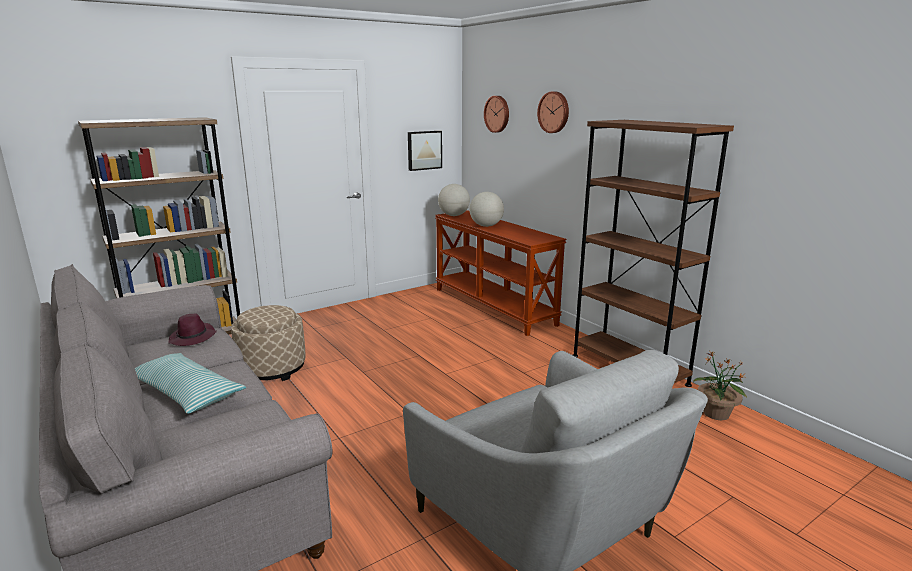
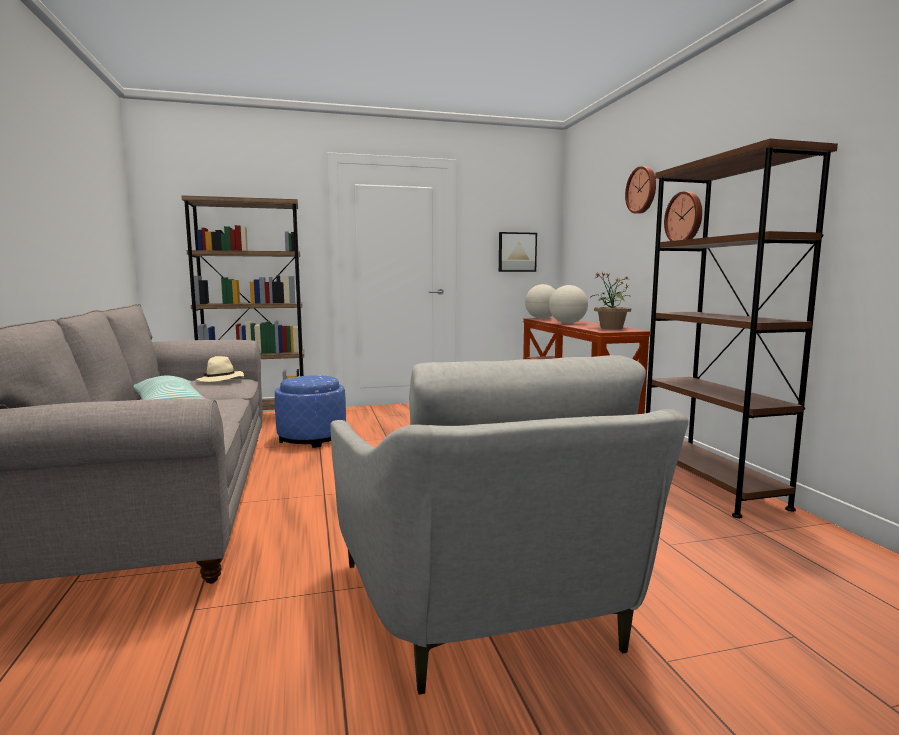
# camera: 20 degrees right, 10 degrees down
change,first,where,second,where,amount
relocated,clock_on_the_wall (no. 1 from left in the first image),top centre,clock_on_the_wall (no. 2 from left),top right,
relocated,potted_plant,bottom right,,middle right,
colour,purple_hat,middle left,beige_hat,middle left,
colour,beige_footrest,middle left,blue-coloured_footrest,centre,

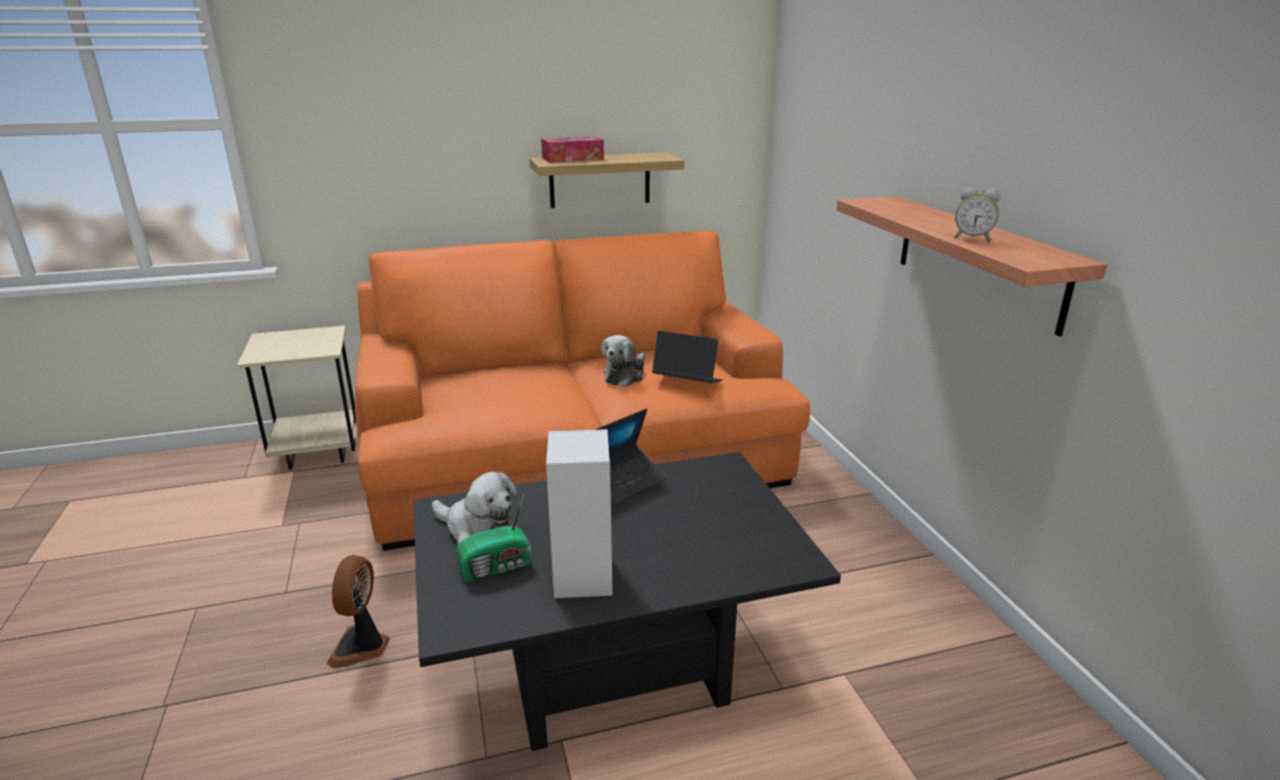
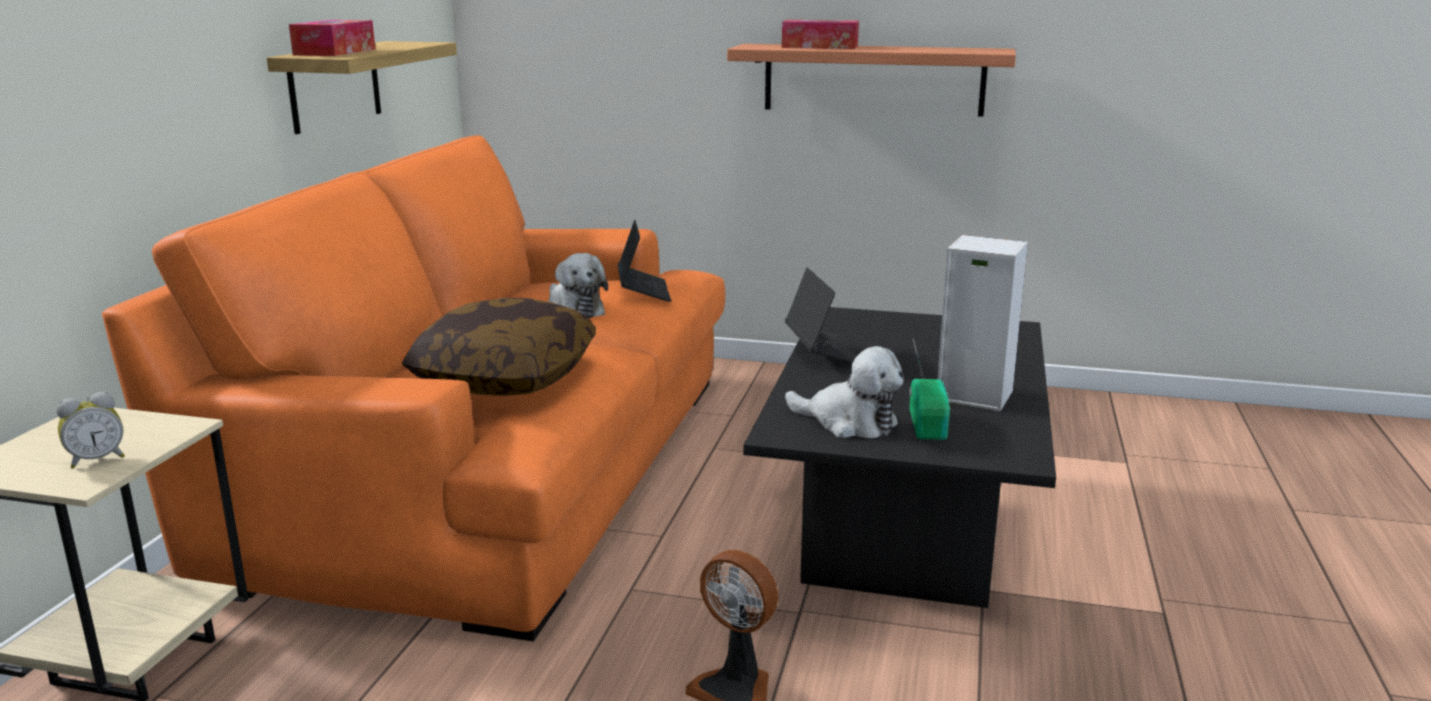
# camera: 60 degrees left, 5 degrees down
change,first,where,second,where,amount
appeared,,,throw_pillow,centre,
appeared,,,box_of_tissues (no. 2 from left),top centre,
relocated,bedside_clock,top right,,middle left,
spun,cuddly_toy (no. 1 from left in the first image),centre,cuddly_toy (no. 2 from left),centre,60 degrees clockwise
spun,portable_computer (no. 2 from left in the first image),centre,portable_computer (no. 1 from left),centre,120 degrees clockwise

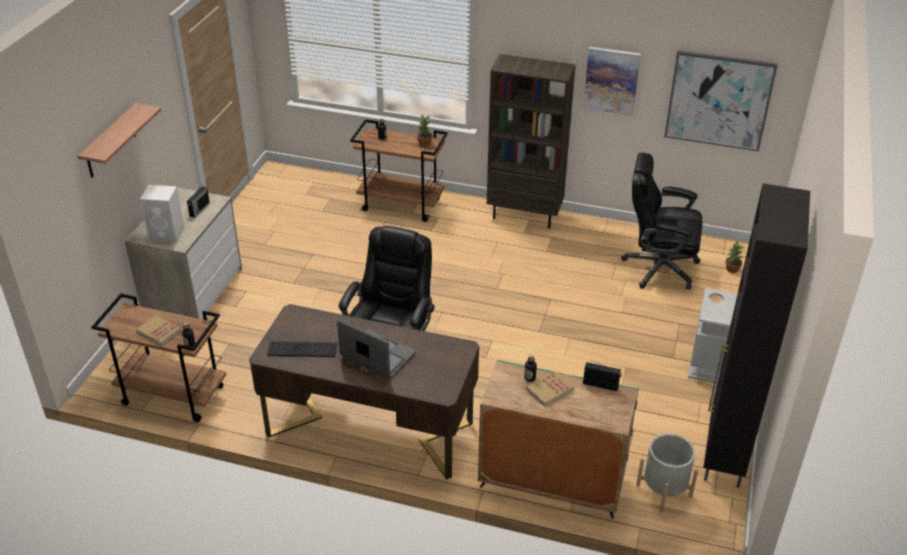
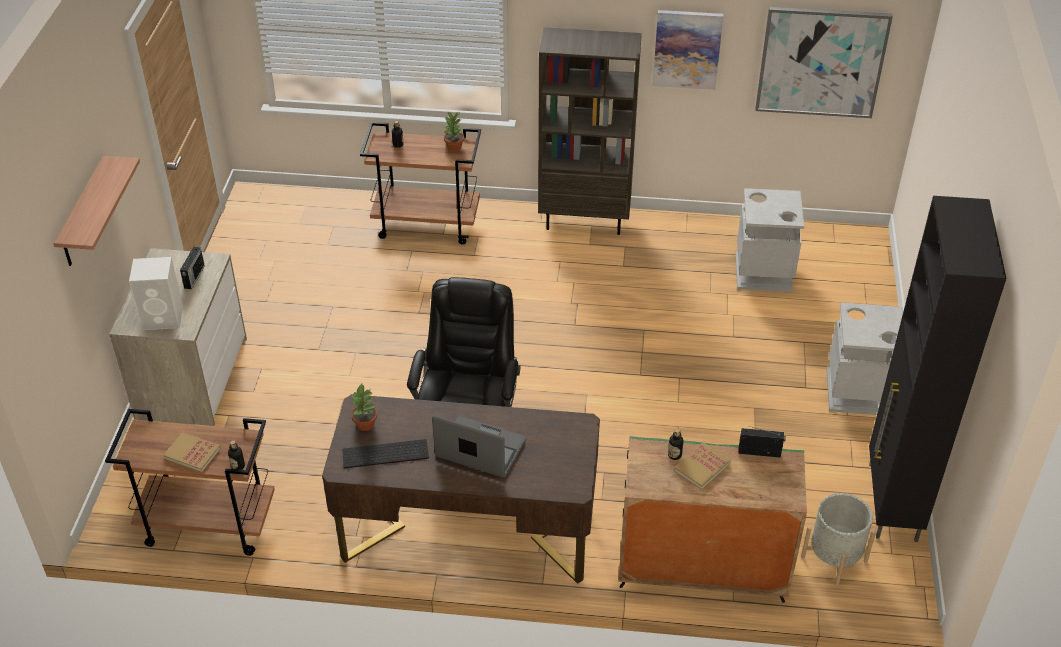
# camera: 10 degrees left, 5 degrees up
change,first,where,second,where,amount
relocated,potted_plant (no. 2 from left in the first image),middle right,potted_plant (no. 1 from left),centre,
exchanged,black-coloured_desk_chair (no. 2 from left),middle right,greyish_trash_can (no. 1 from left),middle right,

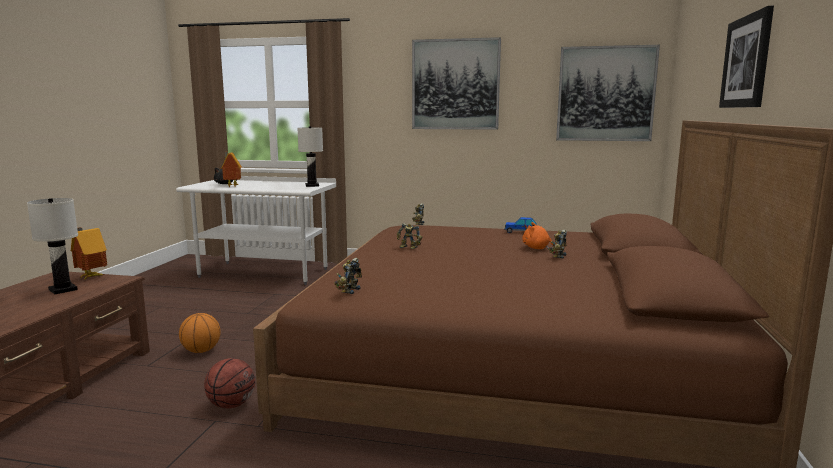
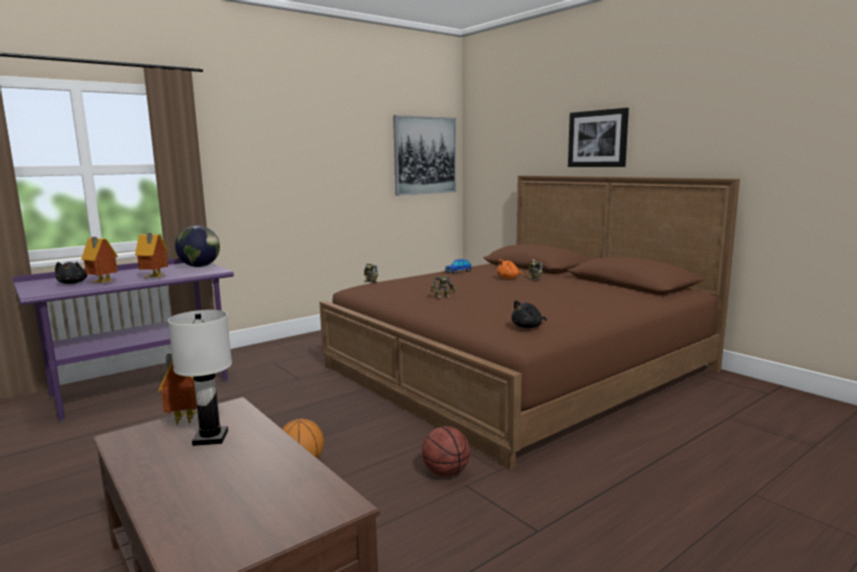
# camera: 50 degrees left, 0 degrees up
change,first,where,second,where,amount
missing,wall_art (no. 1 from left),top centre,,,
appeared,,,model_house (no. 2 from left),middle left,
exchanged,whitish_table_lamp (no. 2 from left),centre,globe,middle left,
exchanged,toy_robot (no. 1 from left),centre,black-coloured_cuddly_toy (no. 2 from left),centre,
colour,whitish_desk_unit,middle left,purple_desk_unit,middle left,

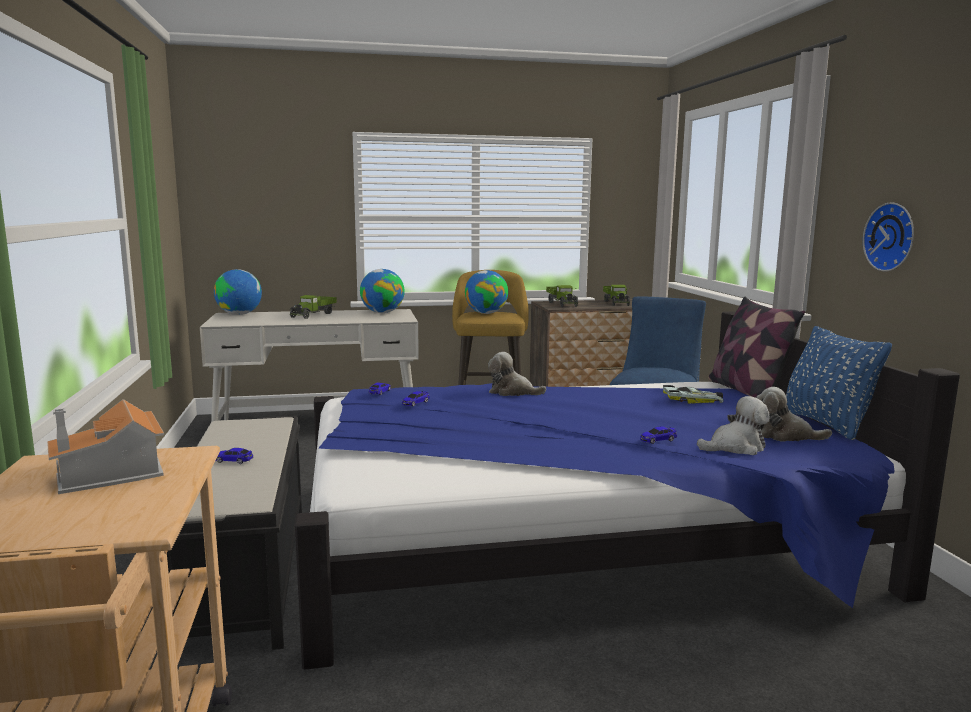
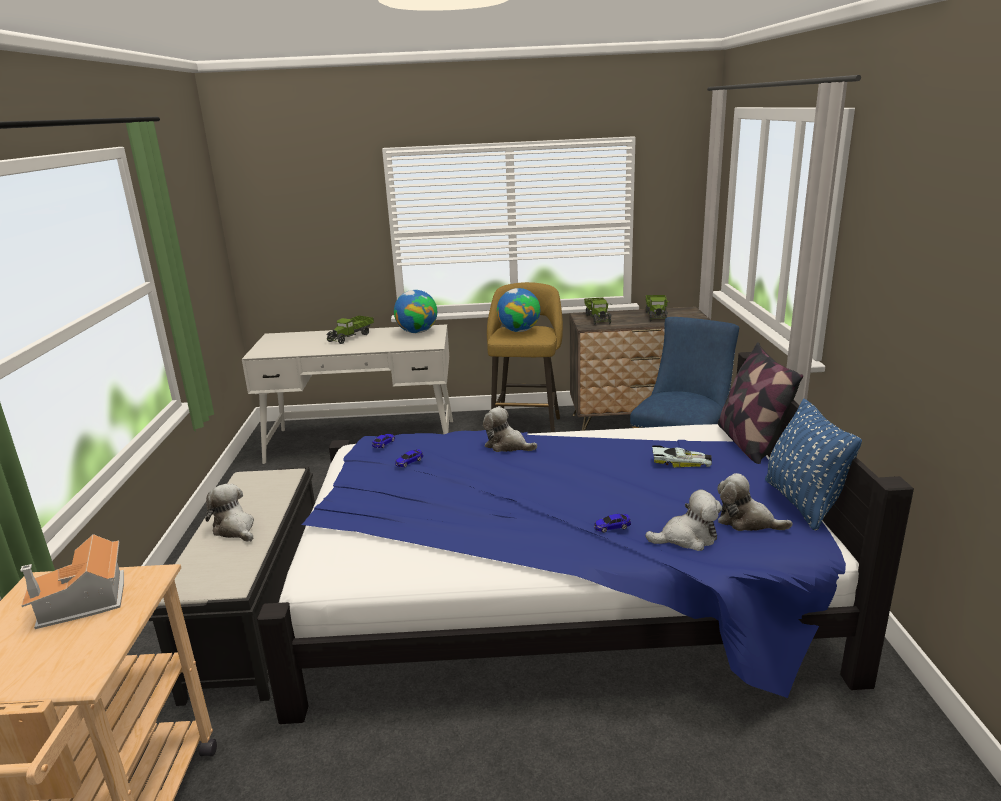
# camera: 10 degrees right, 10 degrees up
change,first,where,second,where,amount
missing,globe (no. 1 from left),middle left,,,
missing,clock_on_the_wall,top right,,,
exchanged,toy_car (no. 1 from left),middle left,cuddly_toy (no. 1 from left),middle left,

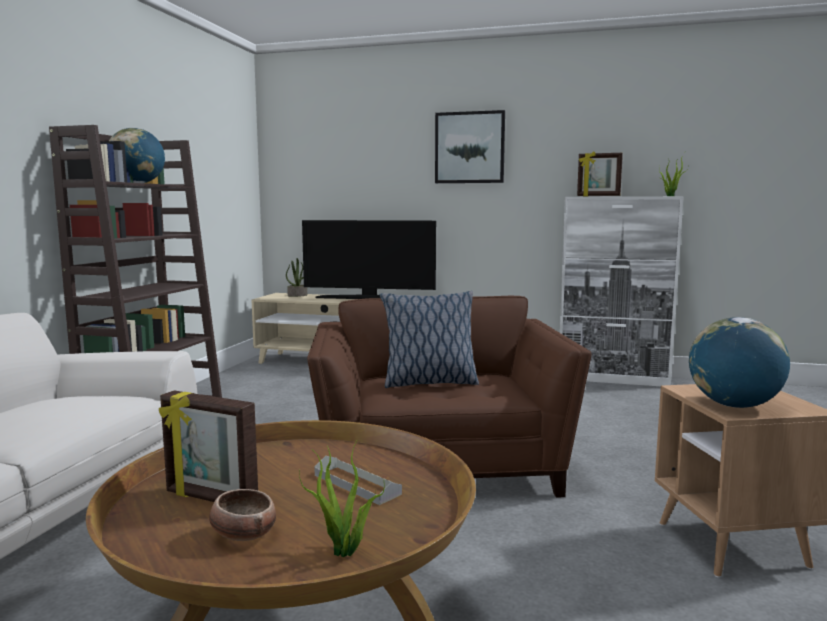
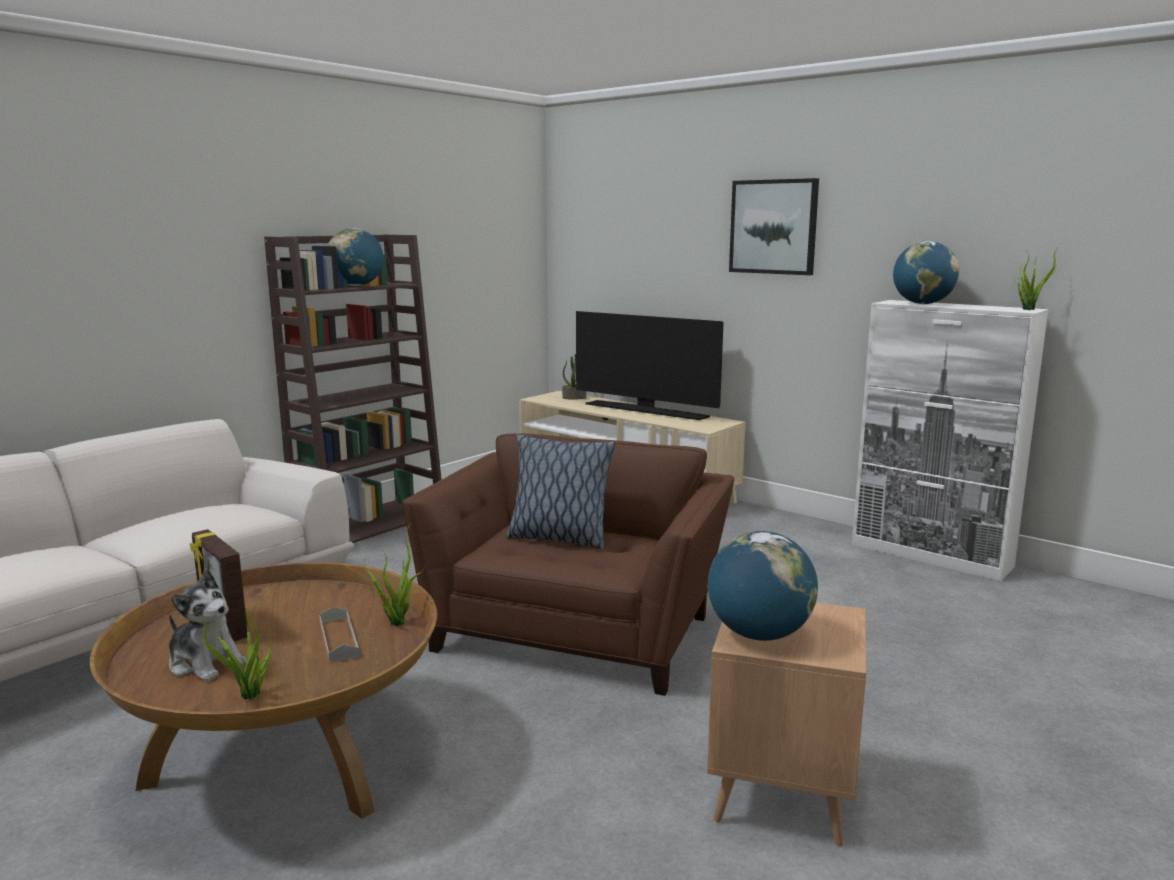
# camera: 25 degrees right, 5 degrees up
change,first,where,second,where,amount
appeared,,,potted_plant (no. 2 from left),centre,
exchanged,bowl,bottom left,cuddly_toy,bottom left,
exchanged,standing_frame (no. 2 from left),top right,globe (no. 3 from left),top right,

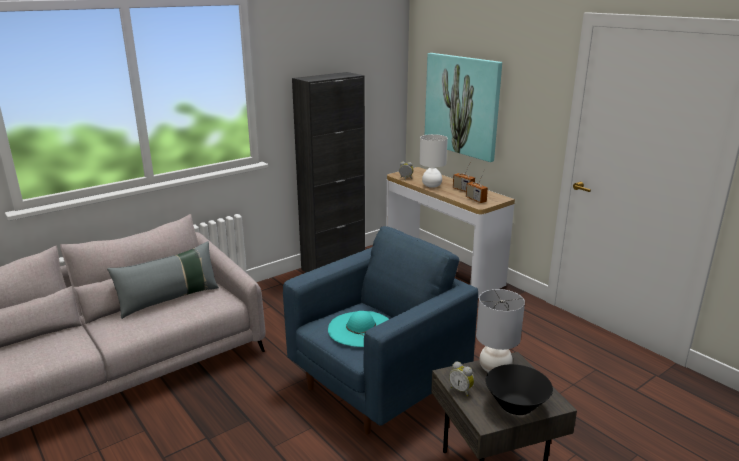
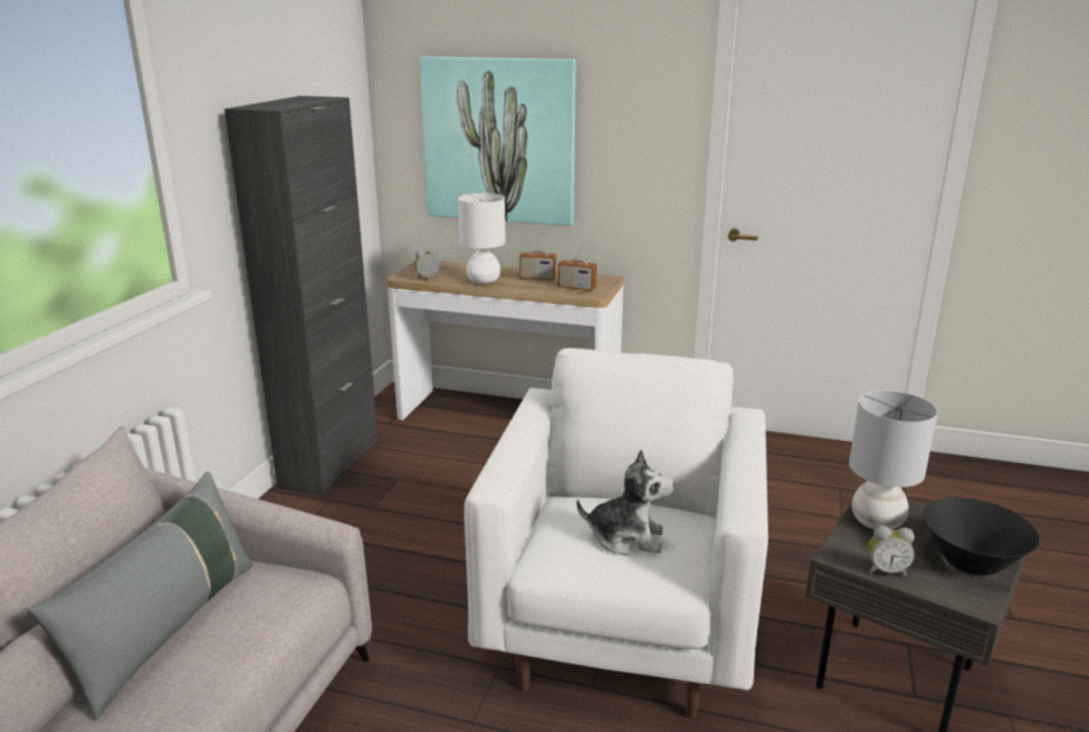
# camera: 35 degrees left, 0 degrees up
change,first,where,second,where,amount
exchanged,turquoise_hat,bottom centre,cuddly_toy,bottom centre,
colour,blue-coloured_armchair,bottom centre,whitish_armchair,bottom centre,

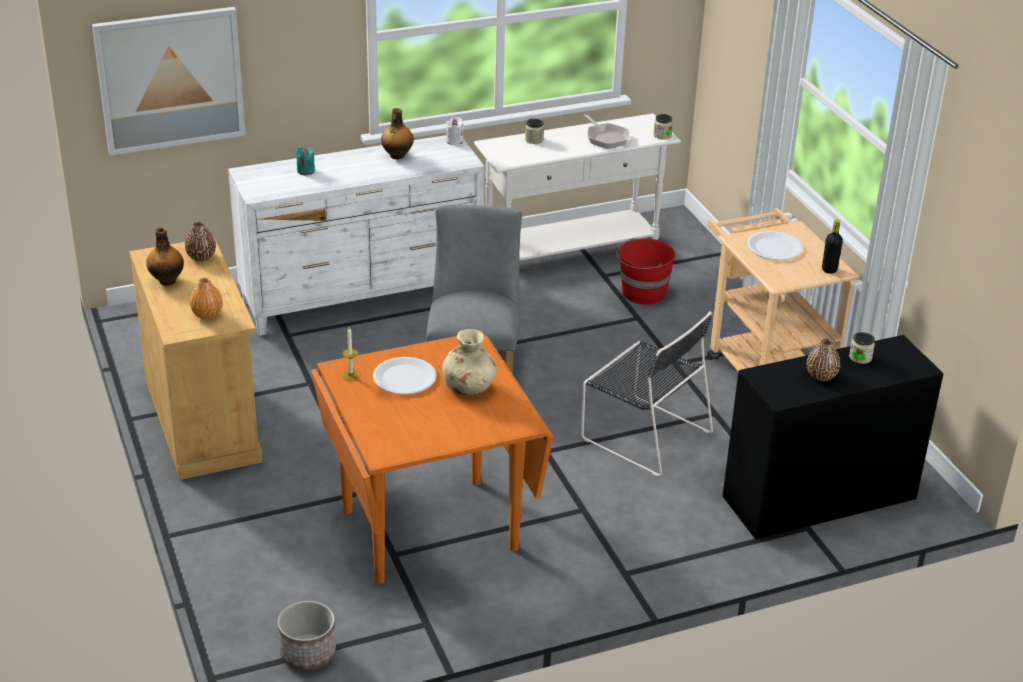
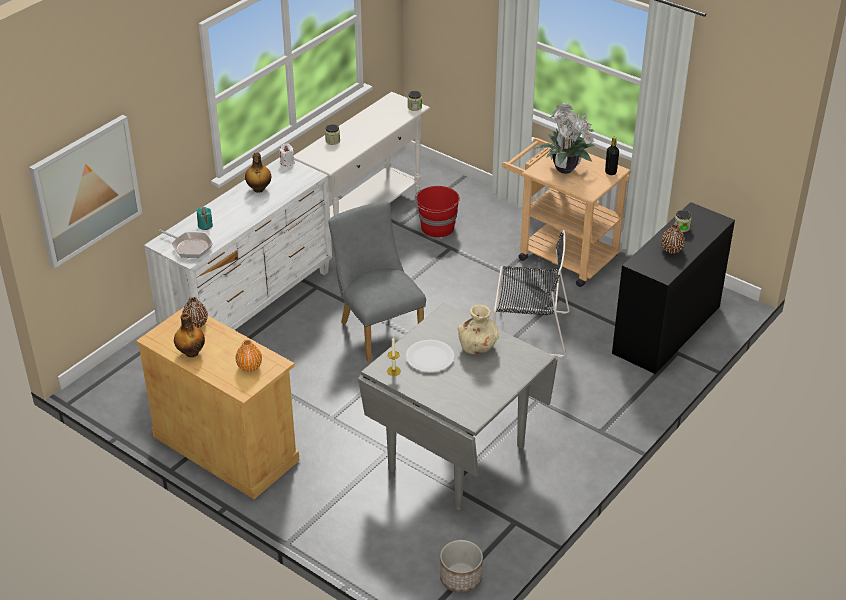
# camera: 30 degrees left, 5 degrees up
change,first,where,second,where,amount
relocated,skillet,top centre,,middle left,
exchanged,whitish_dinner_plate (no. 2 from left),middle right,potted_plant,top right,
colour,orangey_dinner_table,bottom centre,greyish_dinner_table,bottom centre,

